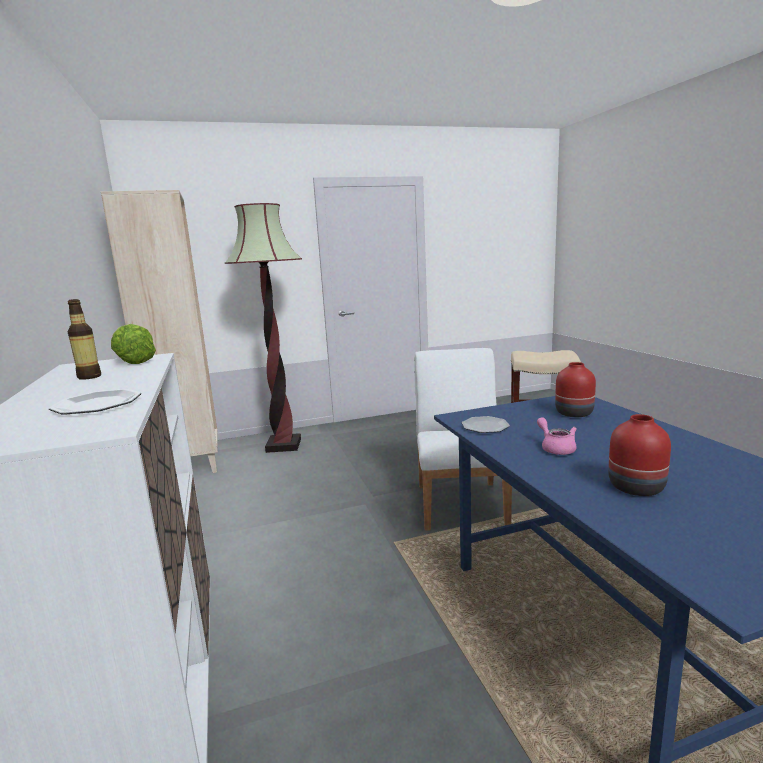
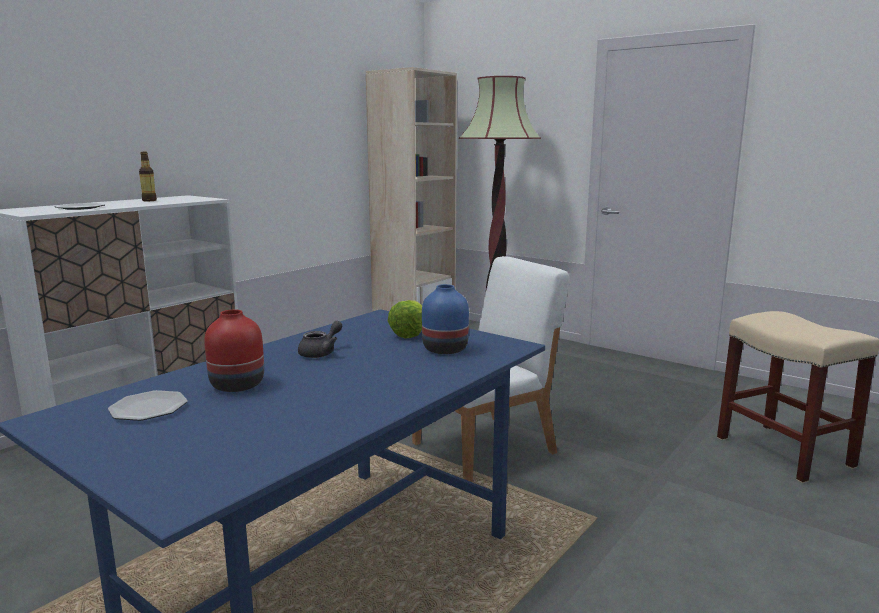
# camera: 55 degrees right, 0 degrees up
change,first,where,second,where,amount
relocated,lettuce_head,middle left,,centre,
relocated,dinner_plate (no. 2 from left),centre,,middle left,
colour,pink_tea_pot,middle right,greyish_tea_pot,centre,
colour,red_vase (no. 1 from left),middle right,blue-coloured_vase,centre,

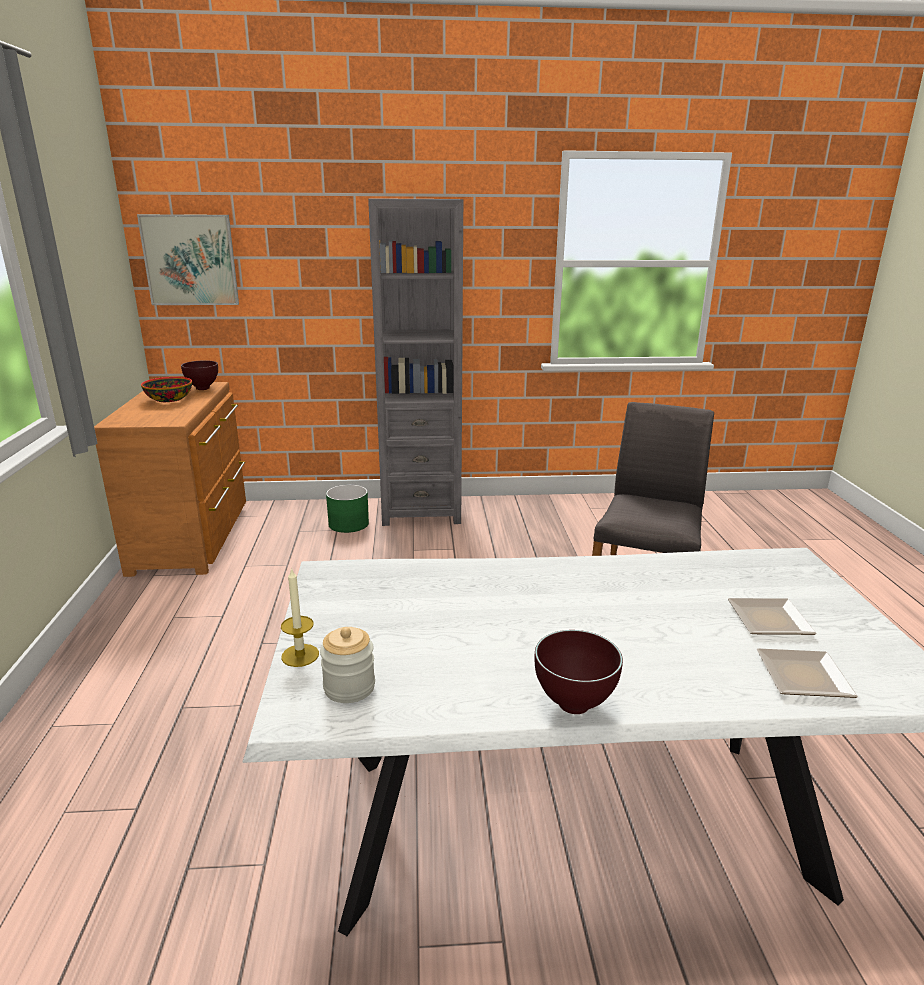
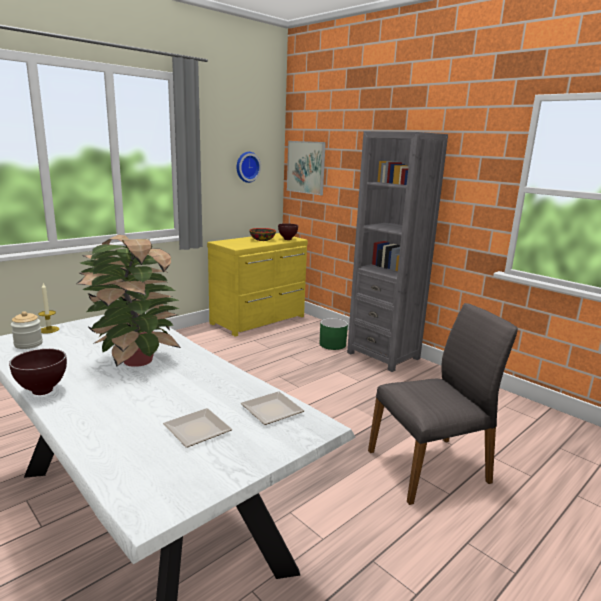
# camera: 50 degrees right, 5 degrees down
change,first,where,second,where,amount
appeared,,,potted_plant,middle left,
appeared,,,clock_on_the_wall,top centre,
relocated,dinner_plate (no. 2 from left),bottom right,,bottom centre,
colour,brown_chest_of_drawers,middle left,yellow-coloured_chest_of_drawers,centre,

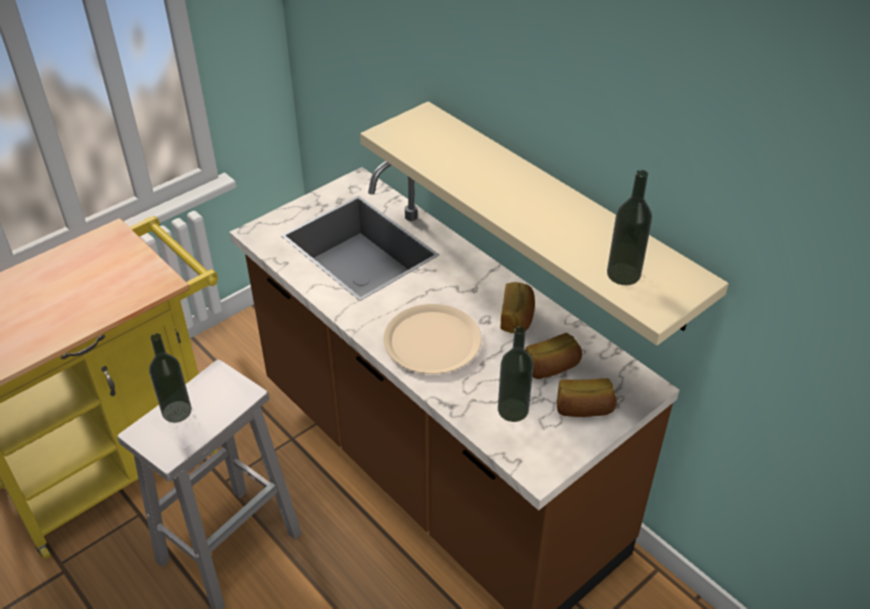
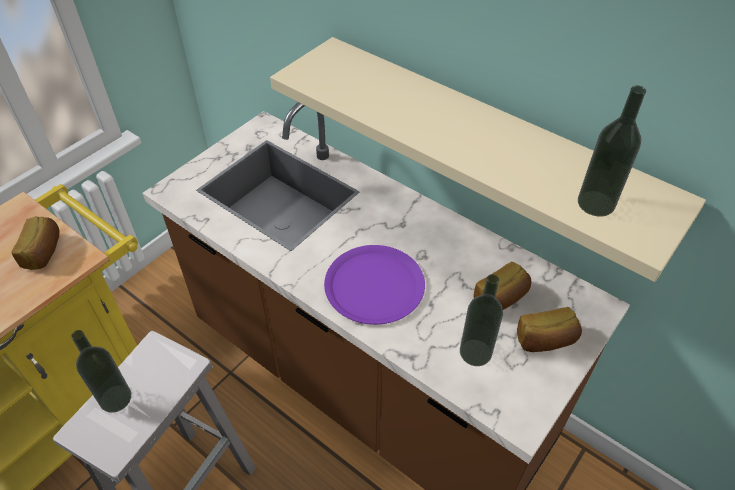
# camera: 10 degrees left, 5 degrees up
change,first,where,second,where,amount
relocated,baked_bread (no. 1 from left),centre,,middle left,
colour,beige_dinner_plate,centre,purple_dinner_plate,centre,

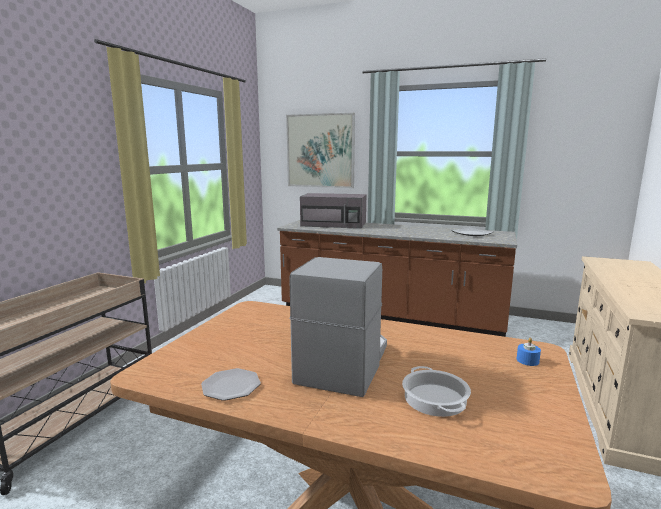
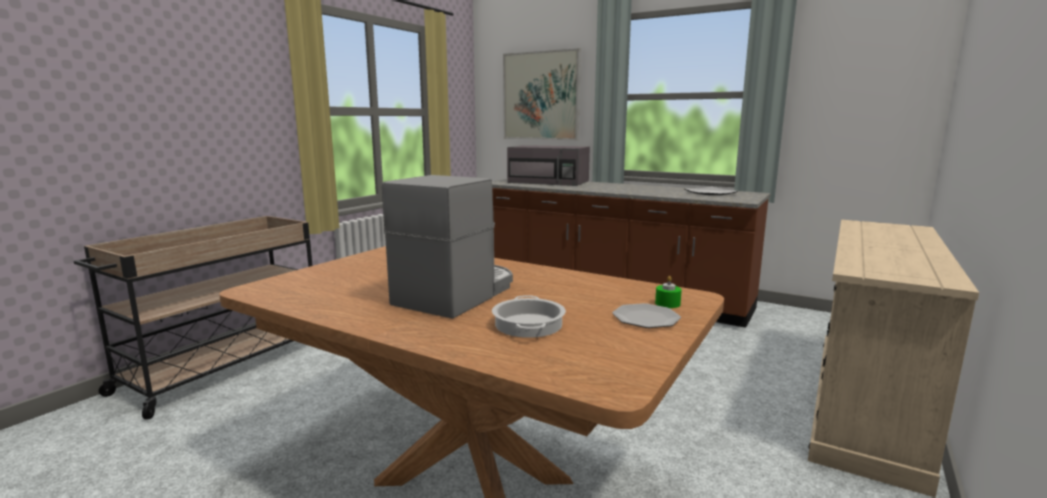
# camera: 10 degrees right, 0 degrees up
change,first,where,second,where,amount
relocated,dinner_plate (no. 1 from left),bottom centre,,centre,
colour,blue-coloured_candle,bottom right,green_candle,centre,

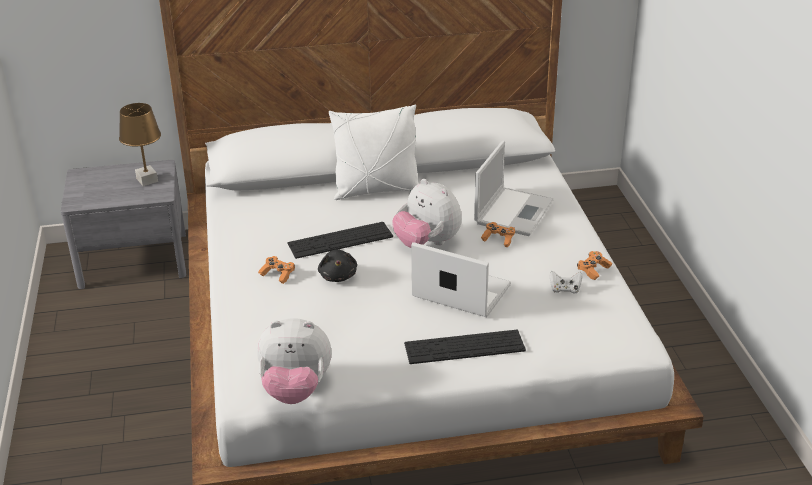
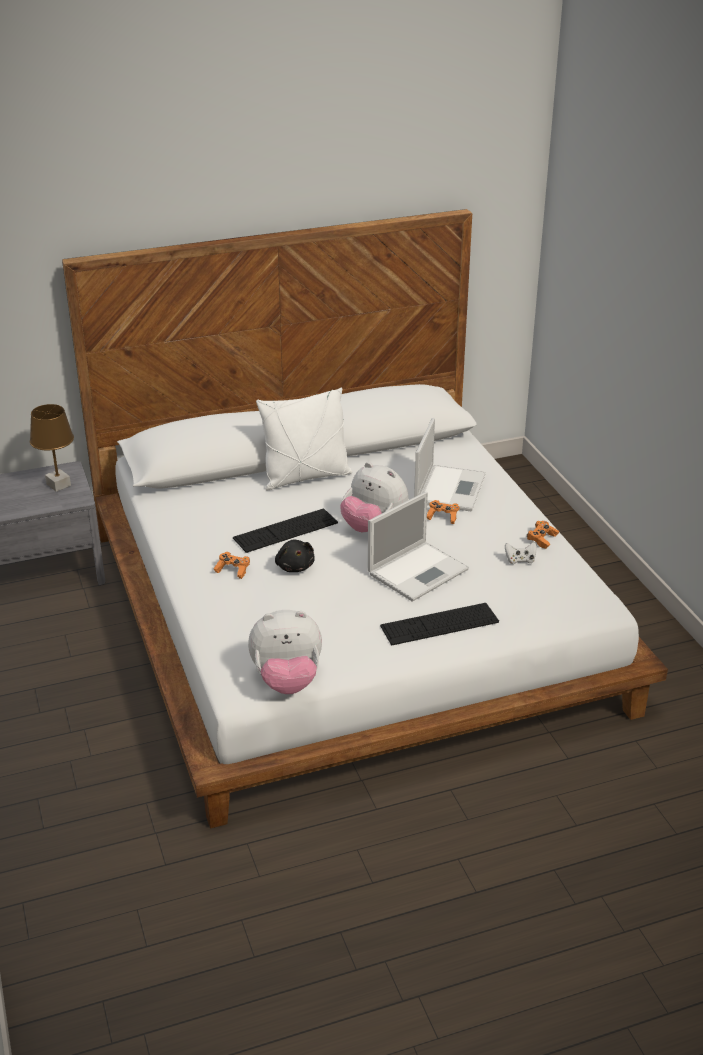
# camera: 10 degrees left, 0 degrees up
change,first,where,second,where,amount
spun,portable_computer (no. 1 from left),centre,,centre,120 degrees clockwise

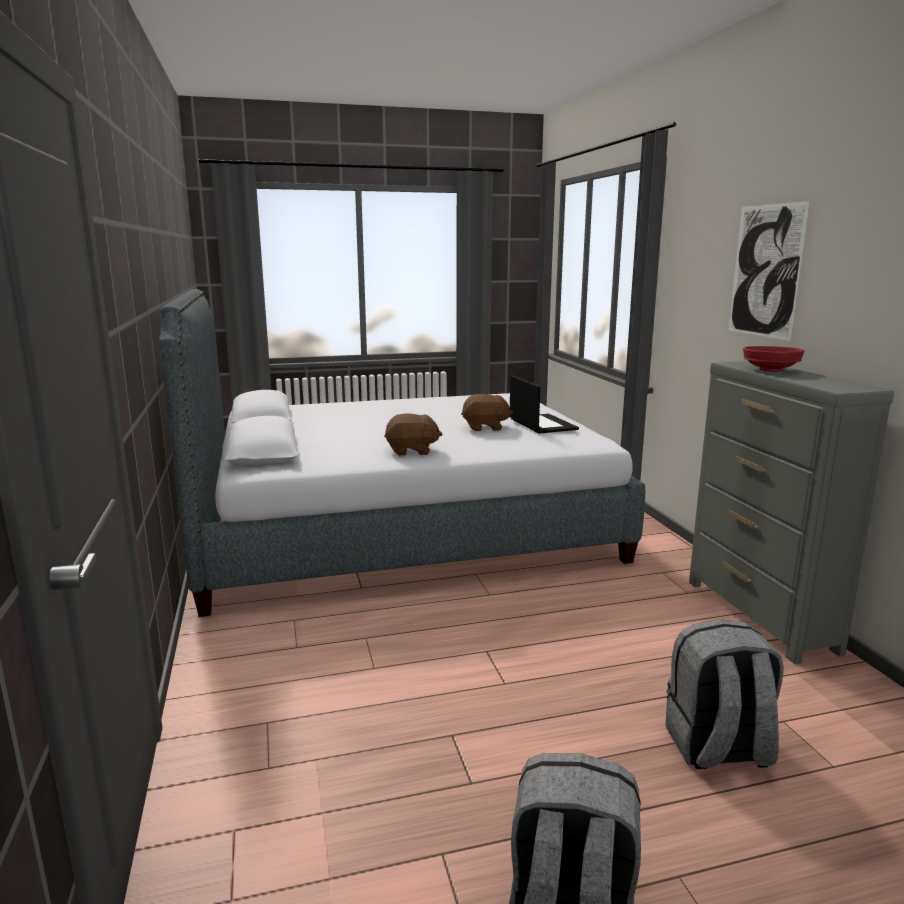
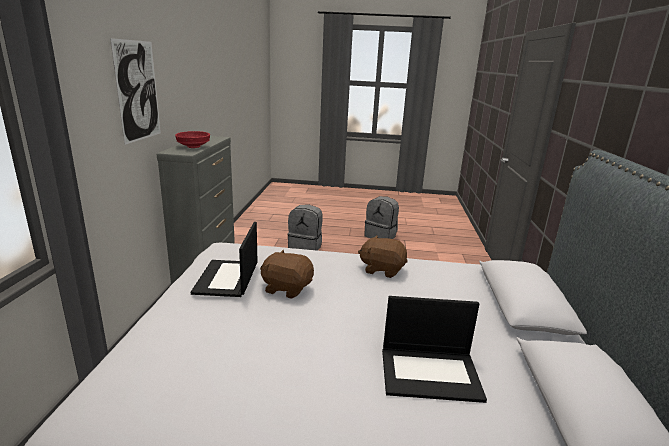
# camera: 160 degrees left, 5 degrees up
change,first,where,second,where,amount
appeared,,,portable_computer (no. 2 from left),bottom centre,

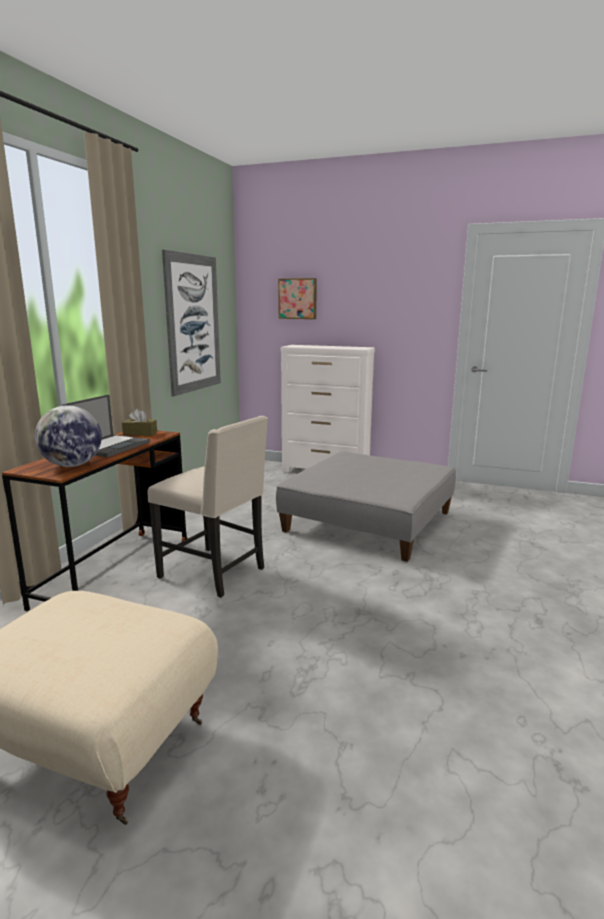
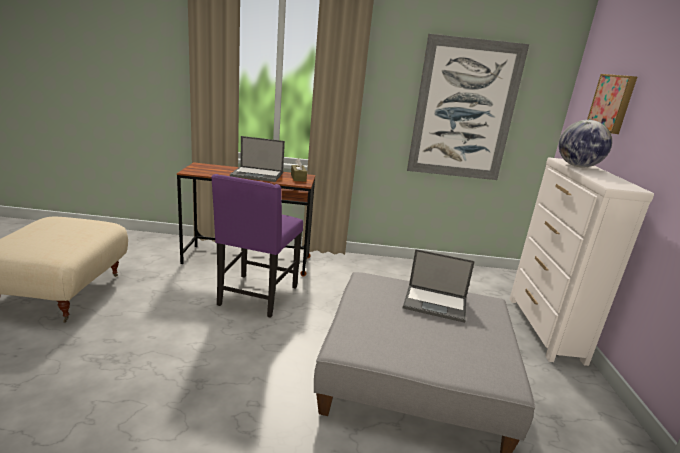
# camera: 70 degrees right, 5 degrees up
change,first,where,second,where,amount
appeared,,,portable_computer (no. 2 from left),centre,
relocated,globe,middle left,,top right,
colour,beige_upright_chair,centre,purple_upright_chair,centre,

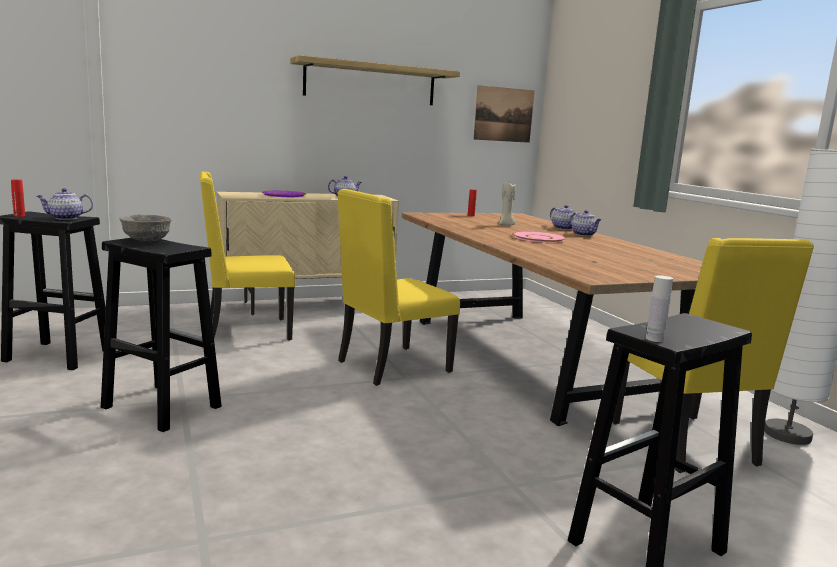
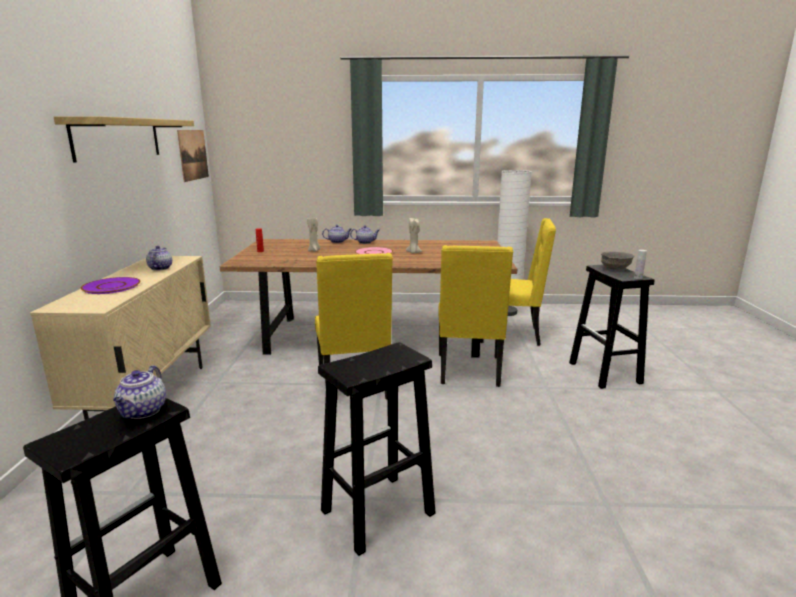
# camera: 65 degrees left, 5 degrees up
change,first,where,second,where,amount
missing,red_beverage_bottle (no. 1 from left),middle left,,,
appeared,,,beige_candle (no. 2 from left),centre,
relocated,greyish_bowl,middle left,,middle right,
relocated,yellow-coloured_upright_chair (no. 1 from left in the first image),middle left,yellow-coloured_upright_chair (no. 2 from left),centre,

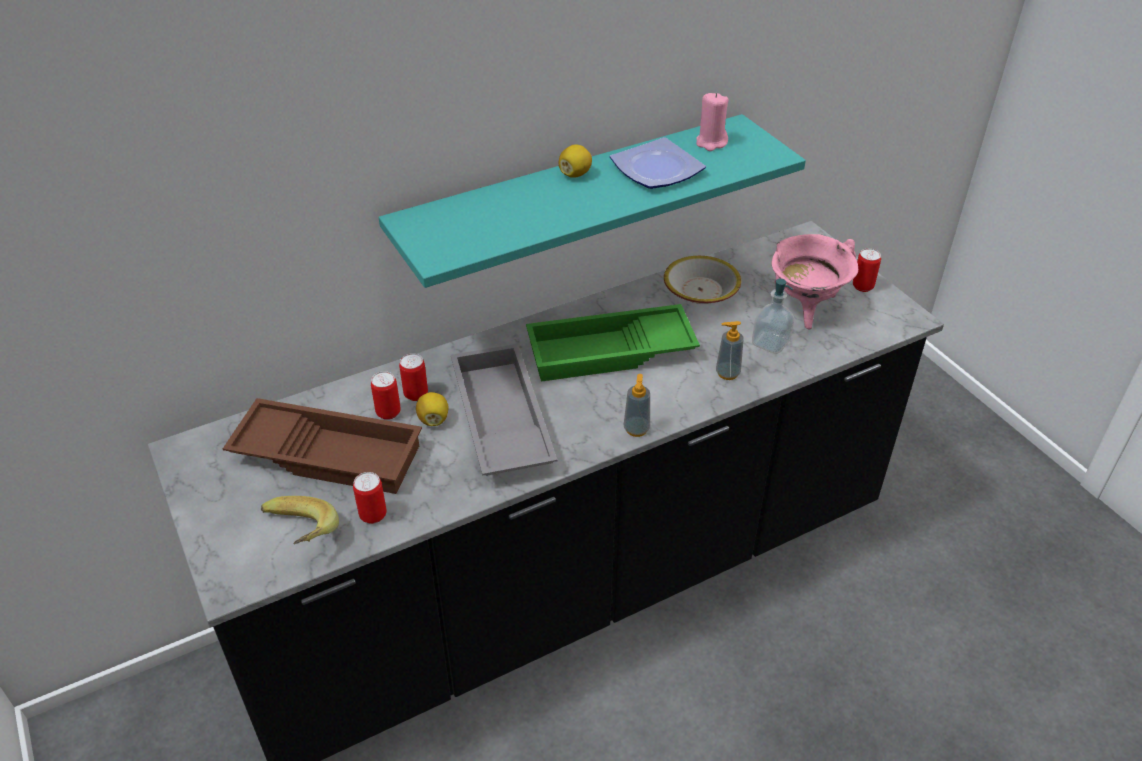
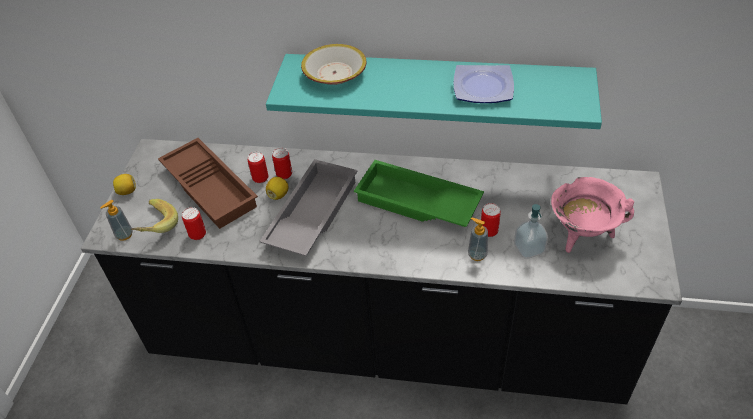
# camera: 40 degrees right, 5 degrees up
change,first,where,second,where,amount
missing,pink_candle,top centre,,,
relocated,citrus_fruit (no. 2 from left in the first image),top centre,citrus_fruit (no. 1 from left),middle left,
relocated,soap_bottle (no. 1 from left),centre,,middle left,
relocated,bowl,centre,,top centre,
relocated,can (no. 4 from left),middle right,,centre,

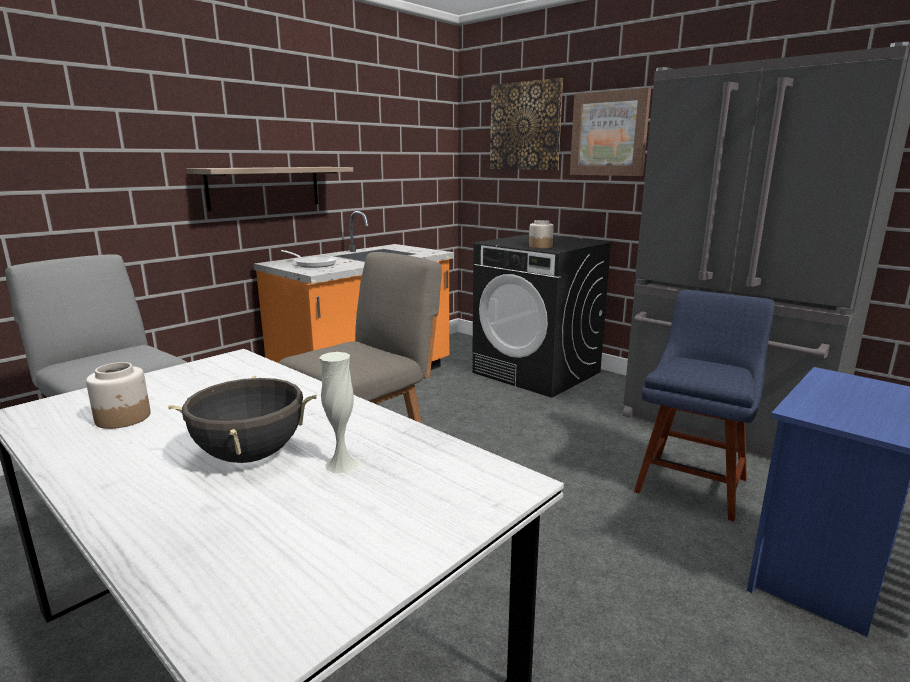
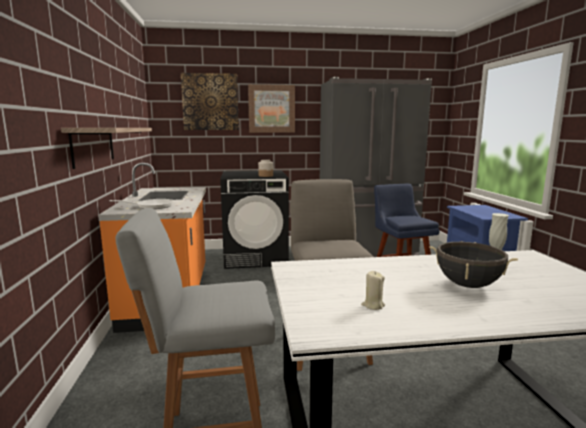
# camera: 50 degrees left, 5 degrees down
change,first,where,second,where,amount
exchanged,jar (no. 1 from left),middle left,beige_candle,bottom centre,

